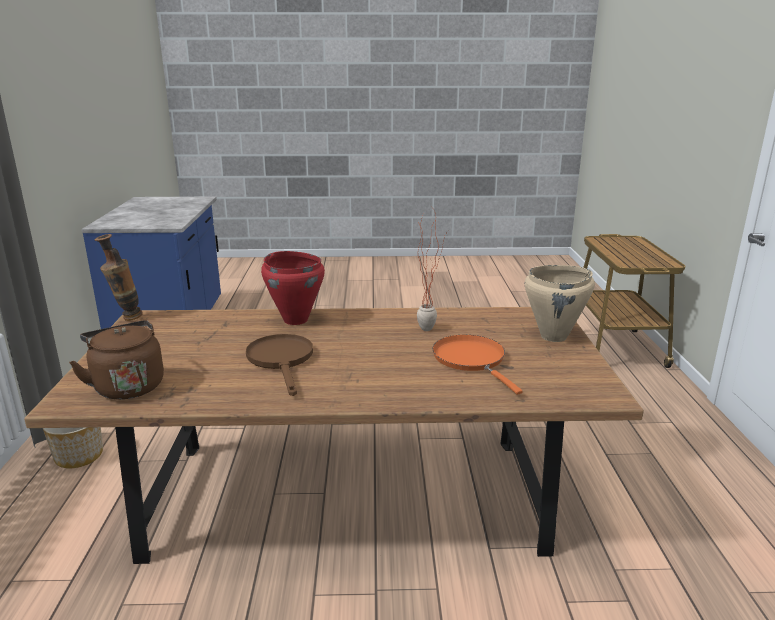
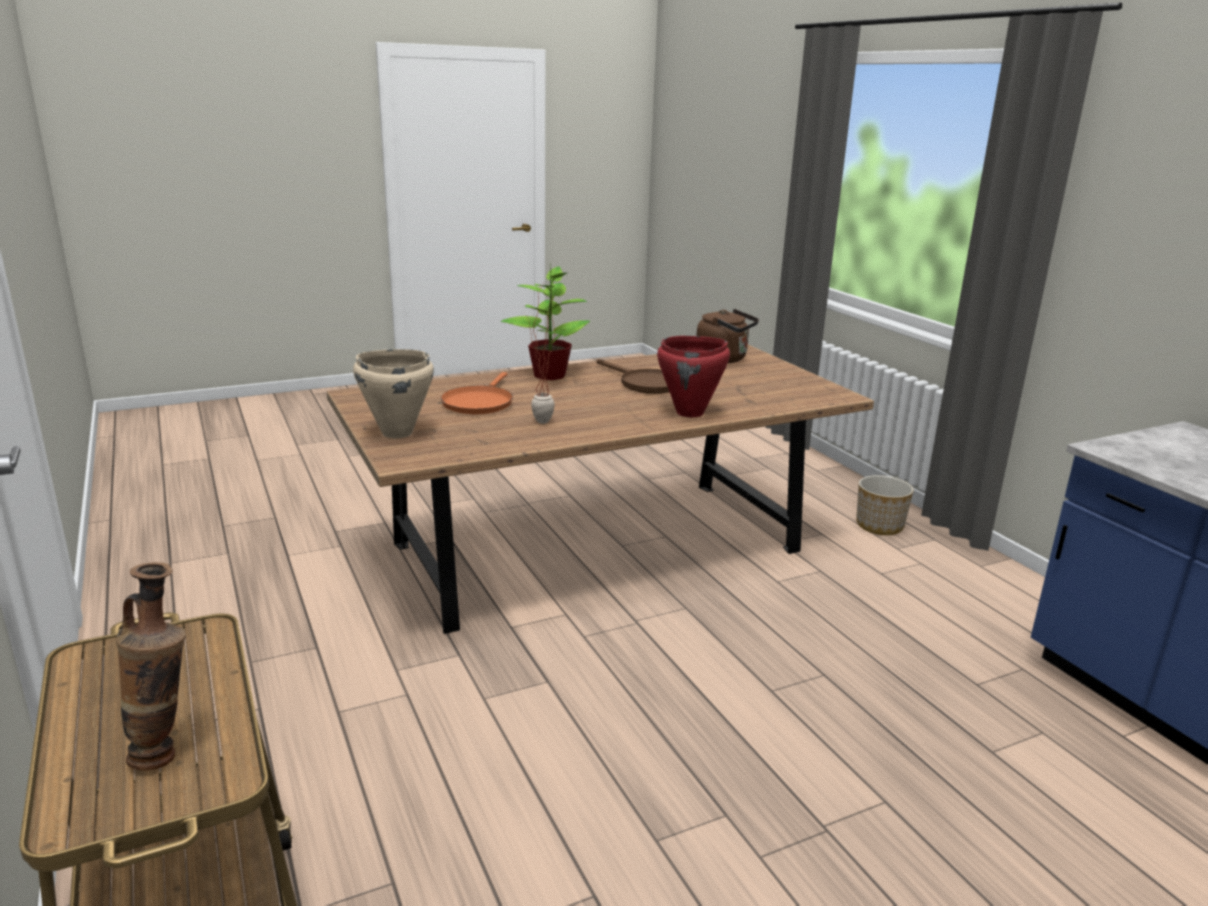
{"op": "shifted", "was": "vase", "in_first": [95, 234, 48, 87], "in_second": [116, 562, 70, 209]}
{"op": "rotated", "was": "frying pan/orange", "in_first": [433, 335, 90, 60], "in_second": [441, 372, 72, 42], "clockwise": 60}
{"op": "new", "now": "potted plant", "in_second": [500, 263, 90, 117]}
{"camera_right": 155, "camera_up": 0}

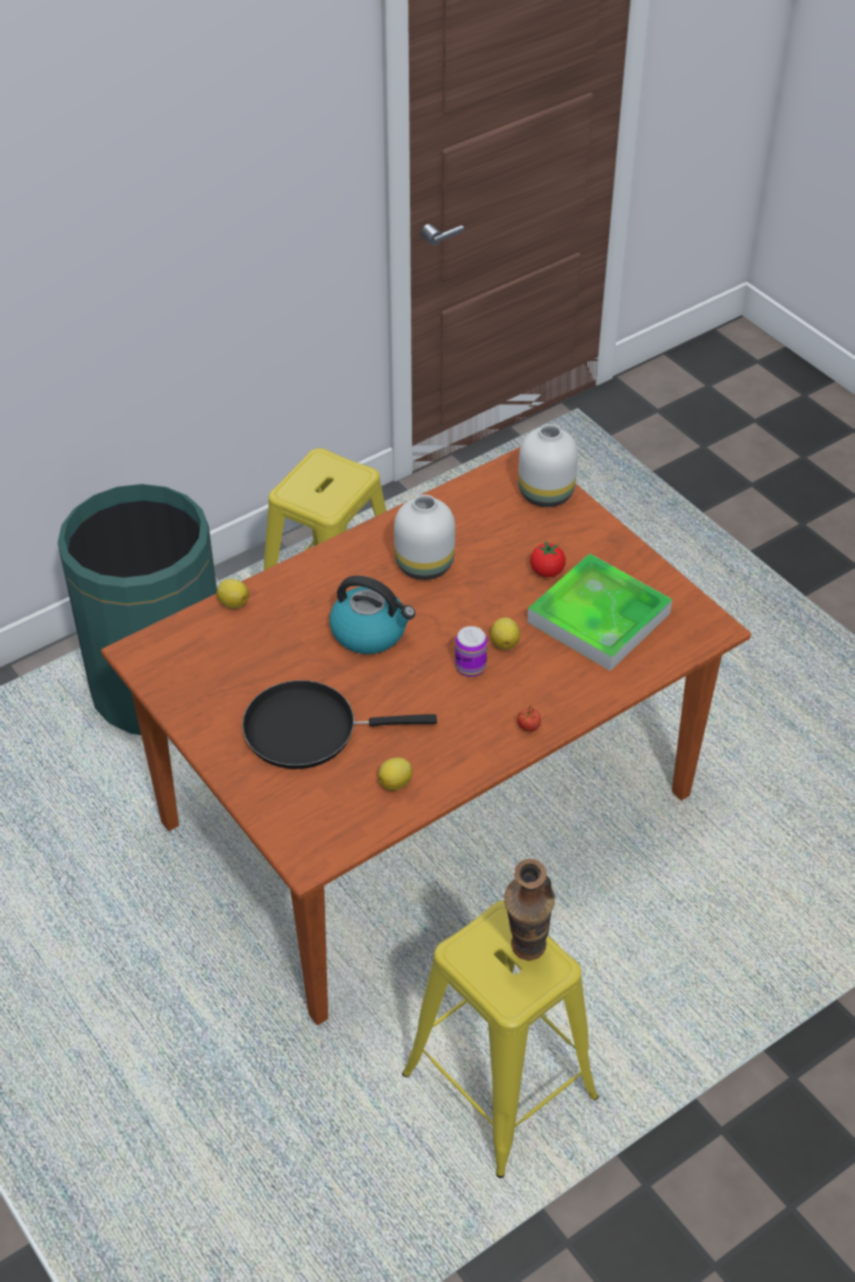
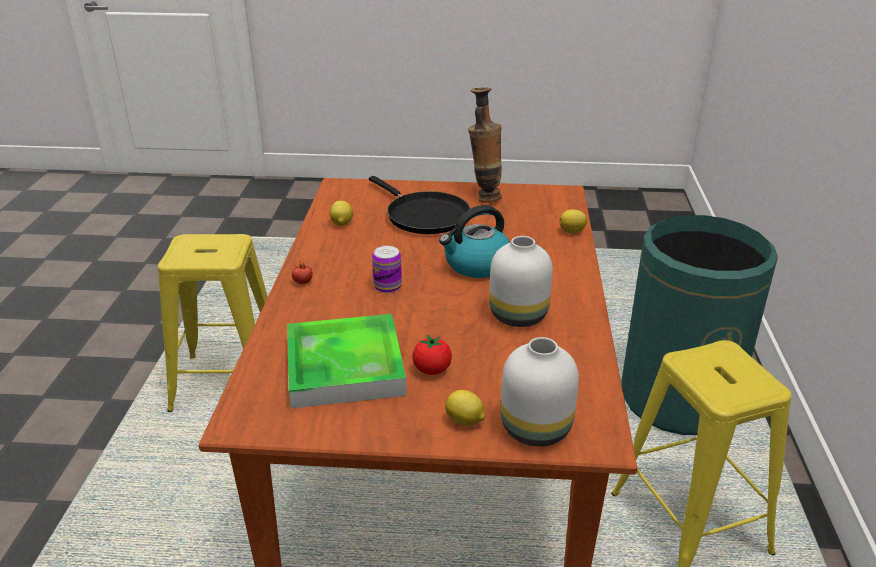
{"op": "rotated", "was": "frying pan/black", "in_first": [242, 680, 195, 89], "in_second": [369, 176, 101, 58], "clockwise": 105}
{"op": "shifted", "was": "lemon", "in_first": [491, 618, 29, 32], "in_second": [445, 390, 40, 36]}
{"op": "shifted", "was": "vase", "in_first": [504, 859, 51, 102], "in_second": [468, 87, 34, 116]}
{"camera_right": 130, "camera_up": -15}

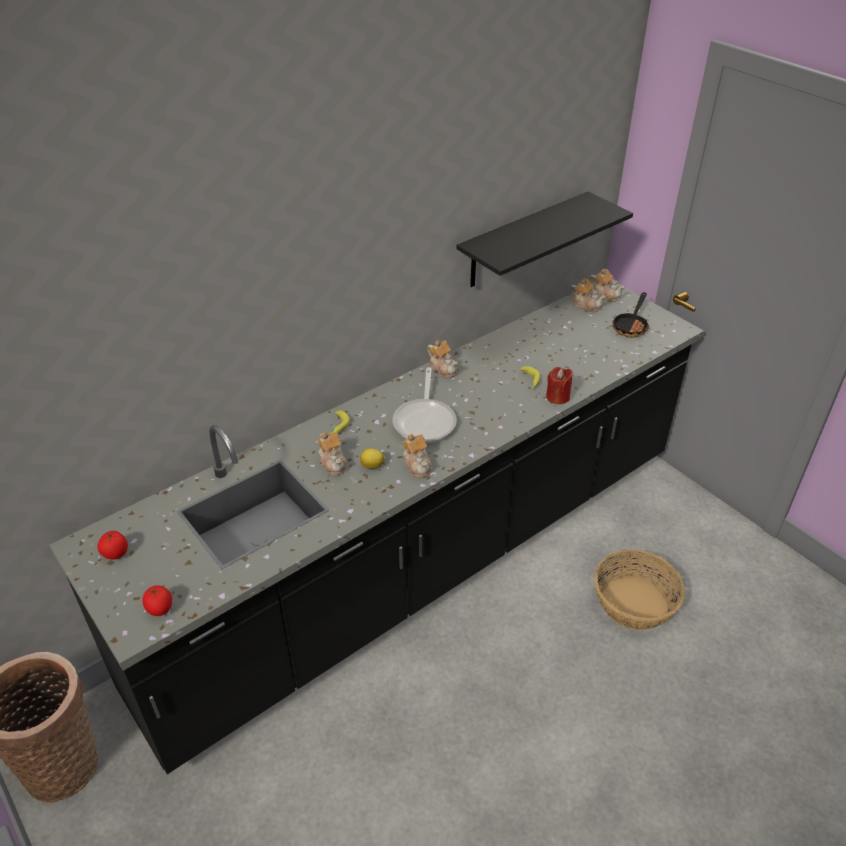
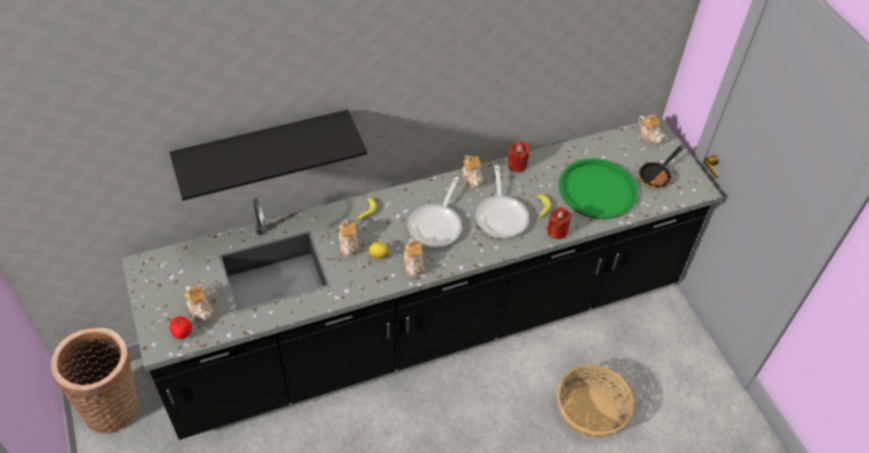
{"op": "shifted", "was": "shelf/black", "in_first": [456, 191, 177, 96], "in_second": [169, 110, 198, 91]}
{"op": "shifted", "was": "teapot", "in_first": [569, 279, 37, 33], "in_second": [184, 286, 29, 38]}
{"op": "new", "now": "frying pan", "in_second": [475, 165, 54, 73]}
{"op": "new", "now": "candle/red", "in_second": [508, 141, 21, 32]}
{"op": "new", "now": "tray/green", "in_second": [559, 158, 79, 61]}
{"op": "gone", "was": "tomato", "in_first": [97, 531, 31, 28]}
{"camera_right": 15, "camera_up": 10}

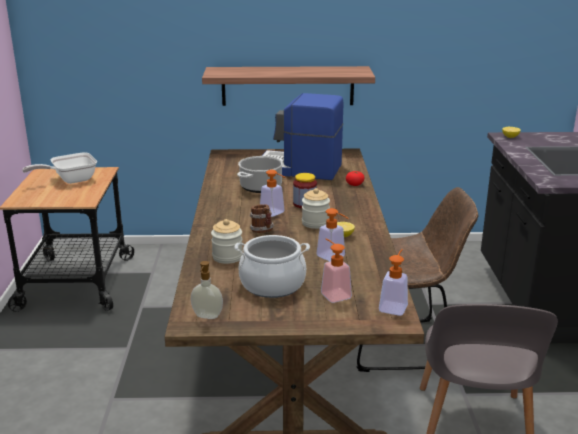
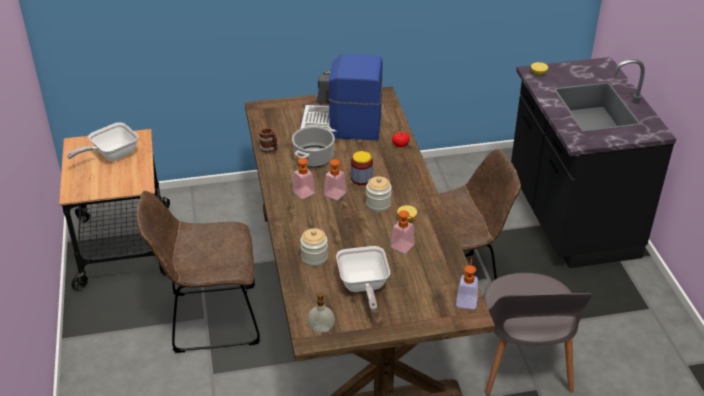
{"op": "new", "now": "chair/brown", "in_second": [136, 191, 124, 162]}
{"op": "shifted", "was": "mug", "in_first": [250, 204, 24, 29], "in_second": [259, 128, 20, 25]}
{"op": "shifted", "was": "soap dispenser", "in_first": [321, 239, 31, 64], "in_second": [293, 153, 22, 46]}
{"op": "swapped", "was": "cooking pot", "now": "frying pan", "in_first": [235, 235, 75, 63], "in_second": [336, 246, 54, 64]}
{"op": "gone", "was": "shelf", "in_first": [202, 66, 173, 40]}
{"camera_right": -10, "camera_up": 15}

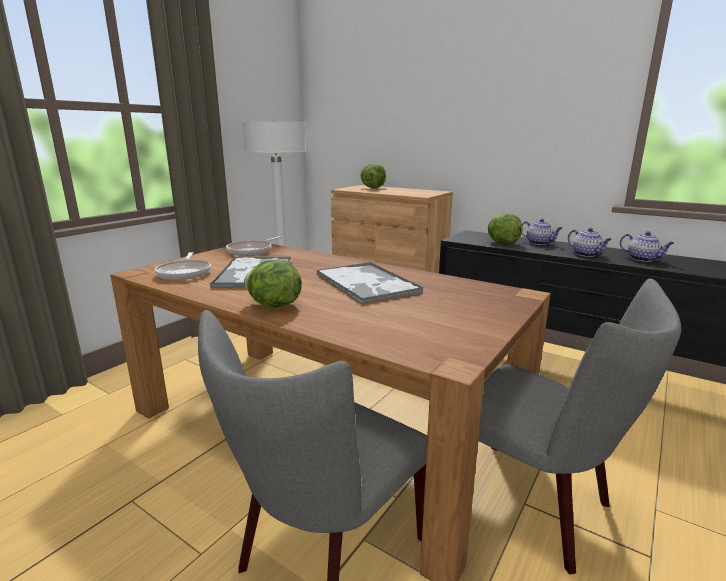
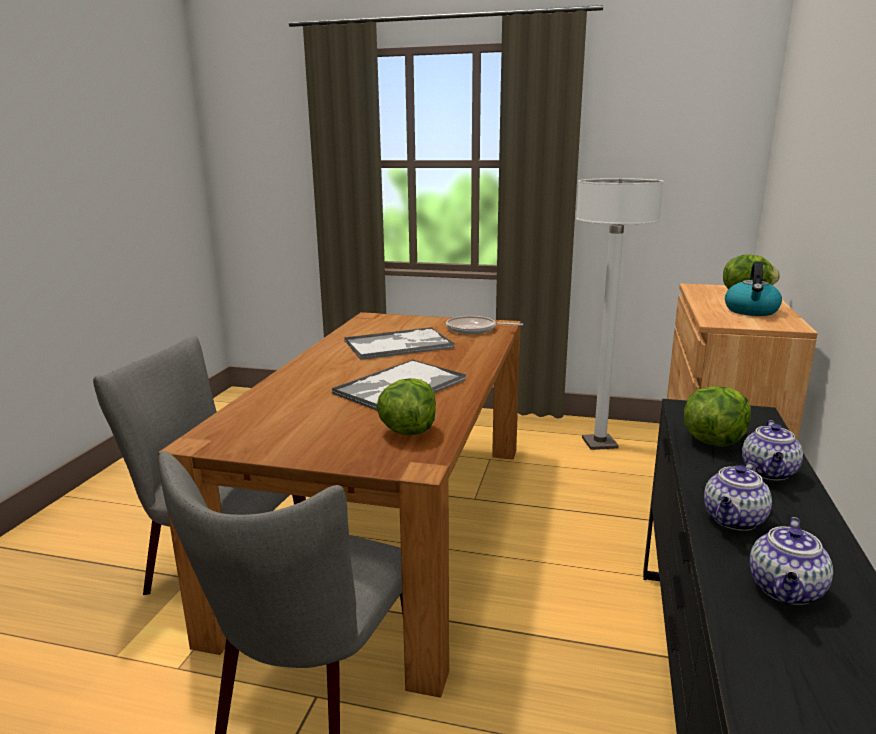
{"op": "shifted", "was": "lettuce", "in_first": [244, 260, 58, 48], "in_second": [377, 378, 59, 57]}
{"op": "new", "now": "kettle", "in_second": [725, 261, 57, 55]}
{"op": "gone", "was": "frying pan", "in_first": [154, 252, 57, 28]}
{"camera_right": 70, "camera_up": 0}

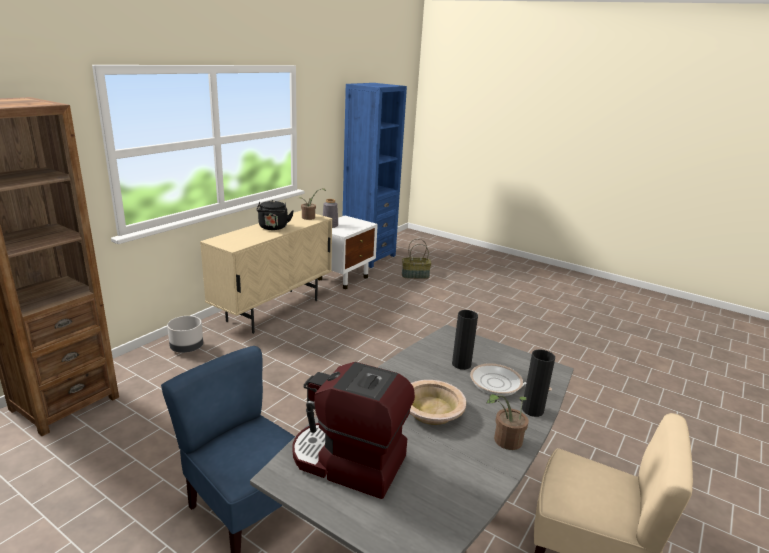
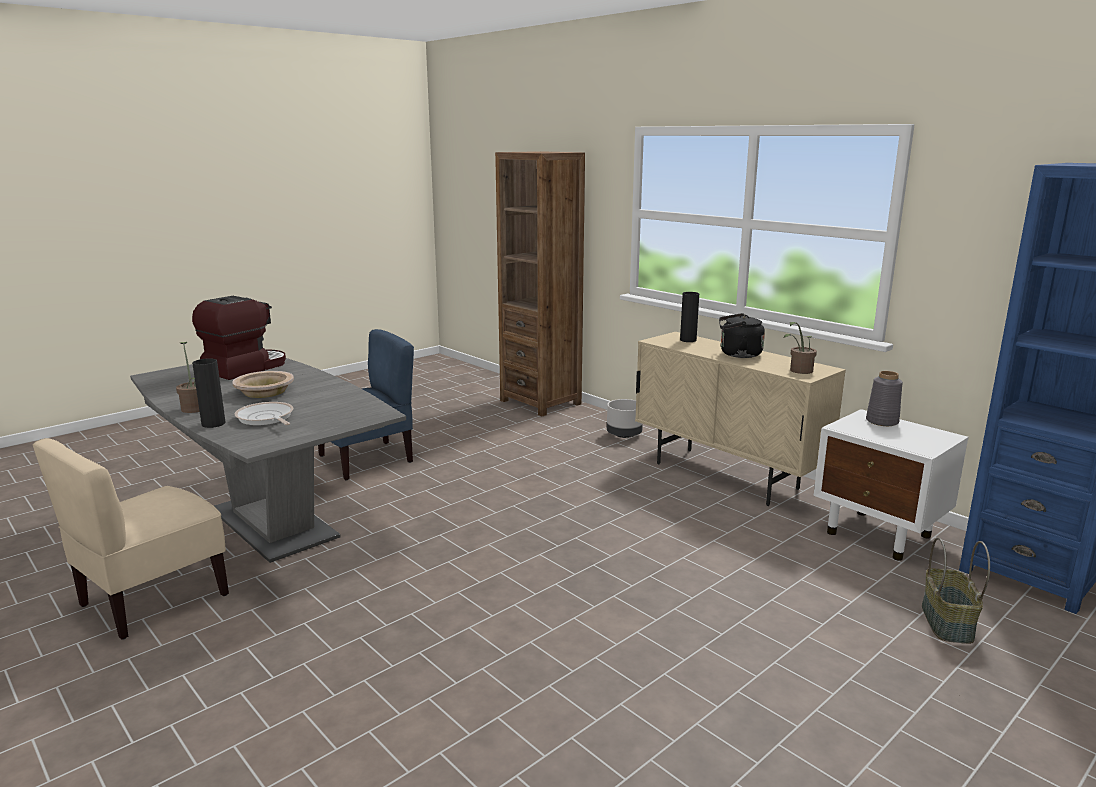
{"op": "rotated", "was": "frying pan", "in_first": [470, 363, 82, 33], "in_second": [235, 402, 58, 23], "clockwise": -75}
{"op": "shifted", "was": "vase/black", "in_first": [452, 310, 26, 60], "in_second": [680, 292, 19, 50]}
{"camera_right": 105, "camera_up": -5}

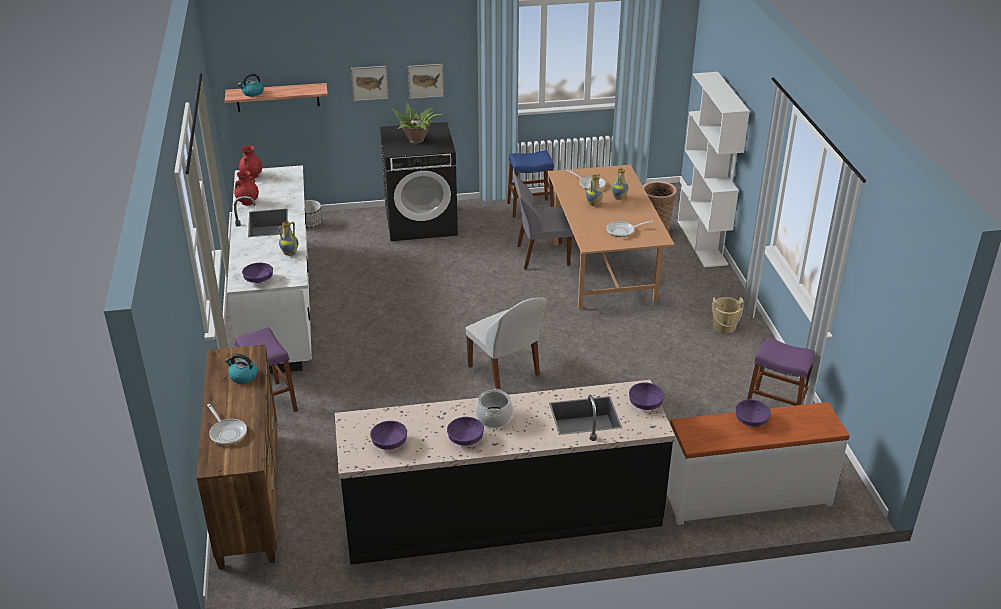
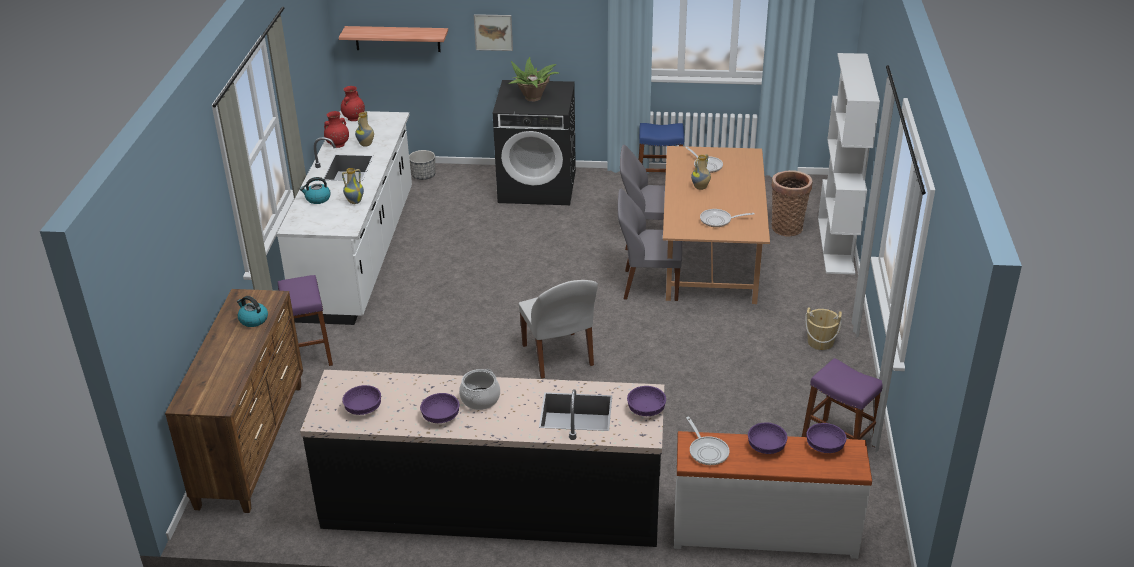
{"op": "shifted", "was": "kettle", "in_first": [238, 73, 25, 24], "in_second": [300, 177, 31, 27]}
{"op": "shifted", "was": "vase", "in_first": [611, 167, 18, 33], "in_second": [355, 111, 19, 36]}
{"op": "new", "now": "chair/grey", "in_second": [618, 189, 64, 112]}
{"op": "shifted", "was": "frying pan", "in_first": [207, 404, 40, 41], "in_second": [686, 417, 43, 48]}
{"op": "shifted", "was": "bowl/purple", "in_first": [242, 263, 31, 20], "in_second": [807, 423, 40, 30]}
{"op": "gone", "was": "picture", "in_first": [408, 64, 36, 35]}
{"camera_right": 15, "camera_up": 0}

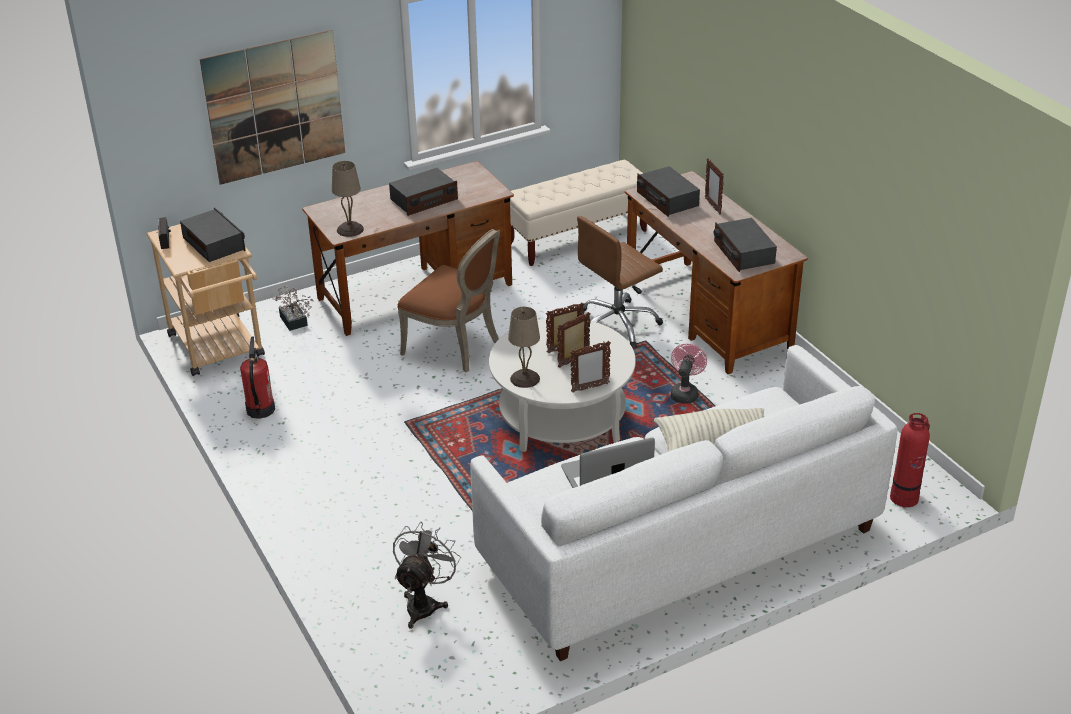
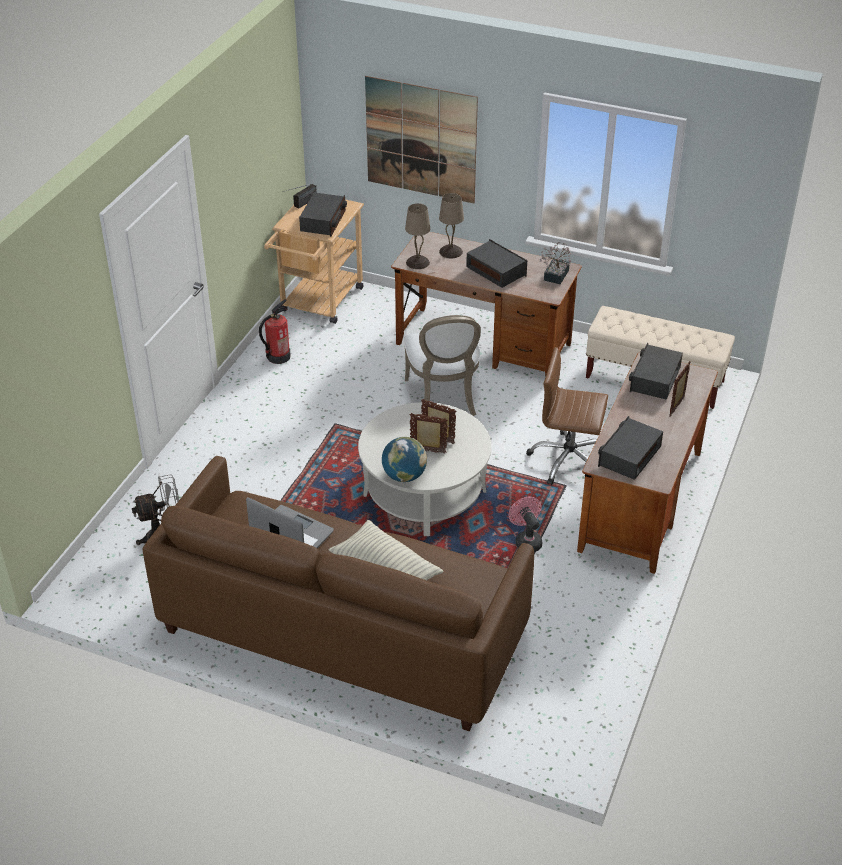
{"op": "repainted", "was": "sofa/white", "now": "sofa/brown", "in_first": [470, 345, 427, 316], "in_second": [143, 456, 391, 275]}
{"op": "swapped", "was": "picture frame", "now": "globe", "in_first": [570, 341, 41, 52], "in_second": [382, 437, 45, 45]}
{"op": "repainted", "was": "chair/brown", "now": "chair/white", "in_first": [397, 229, 103, 143], "in_second": [404, 315, 77, 101]}
{"op": "shifted", "was": "table lamp/beige", "in_first": [508, 307, 32, 81], "in_second": [439, 193, 25, 65]}
{"op": "rotated", "was": "radio", "in_first": [389, 168, 69, 48], "in_second": [466, 239, 61, 49], "clockwise": -150}
{"op": "rotated", "was": "fan/pink", "in_first": [671, 344, 36, 60], "in_second": [509, 497, 33, 55], "clockwise": -90}
{"op": "shifted", "was": "potted plant", "in_first": [272, 286, 41, 45], "in_second": [539, 242, 32, 42]}
{"op": "gone", "was": "fire extinguisher", "in_first": [890, 413, 40, 94]}
{"camera_right": 50, "camera_up": 5}

